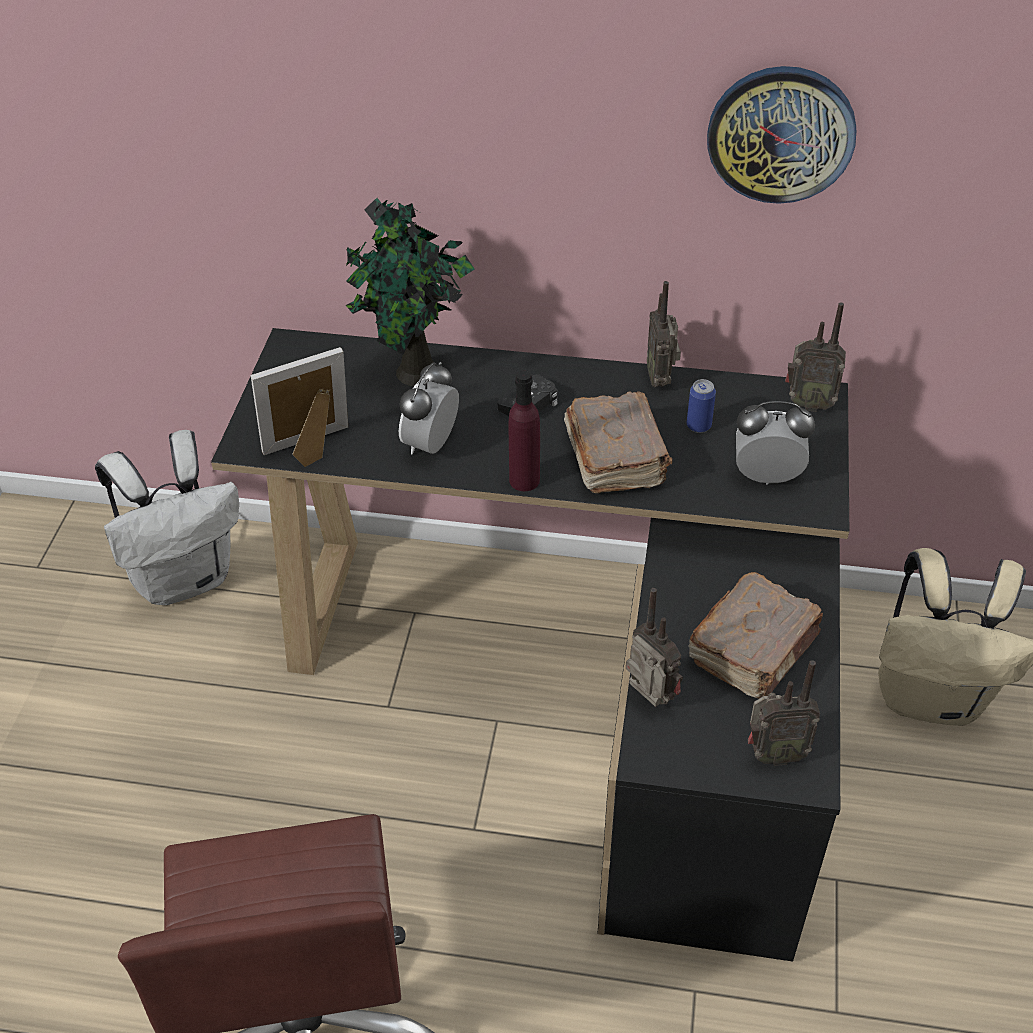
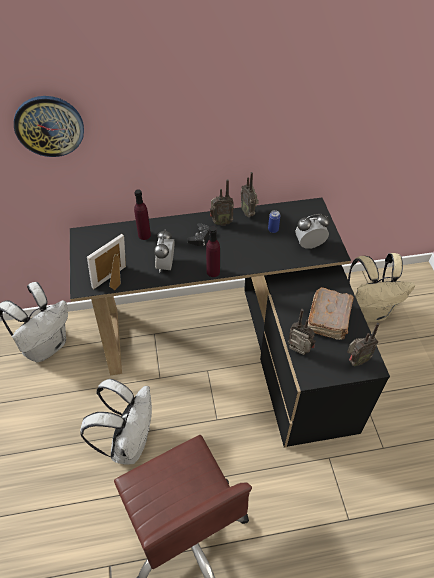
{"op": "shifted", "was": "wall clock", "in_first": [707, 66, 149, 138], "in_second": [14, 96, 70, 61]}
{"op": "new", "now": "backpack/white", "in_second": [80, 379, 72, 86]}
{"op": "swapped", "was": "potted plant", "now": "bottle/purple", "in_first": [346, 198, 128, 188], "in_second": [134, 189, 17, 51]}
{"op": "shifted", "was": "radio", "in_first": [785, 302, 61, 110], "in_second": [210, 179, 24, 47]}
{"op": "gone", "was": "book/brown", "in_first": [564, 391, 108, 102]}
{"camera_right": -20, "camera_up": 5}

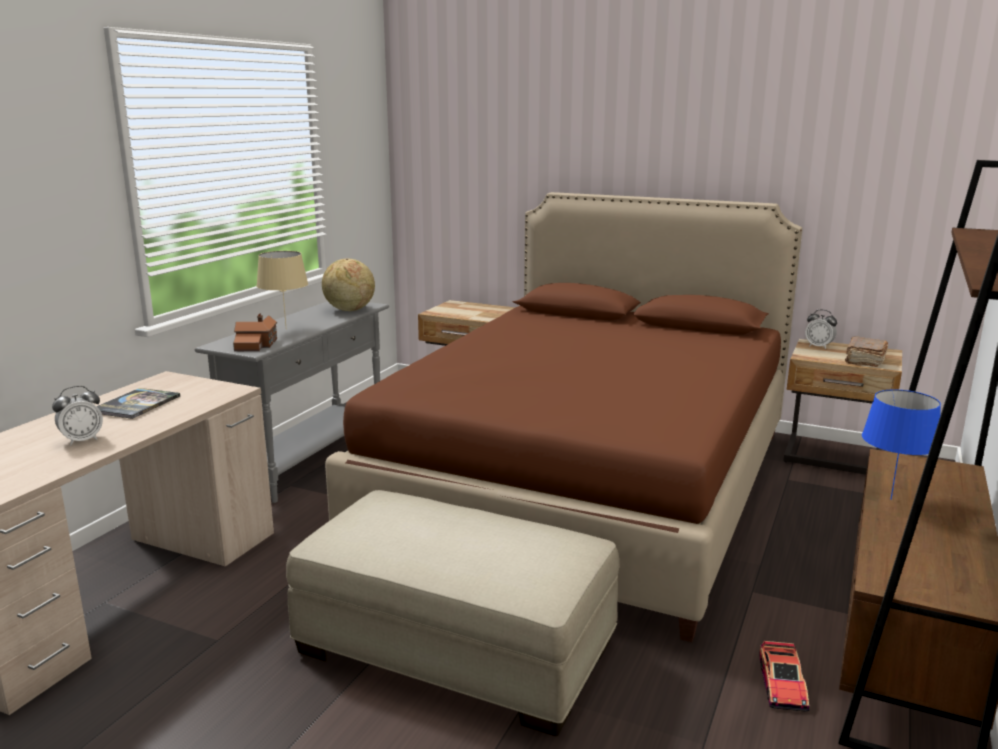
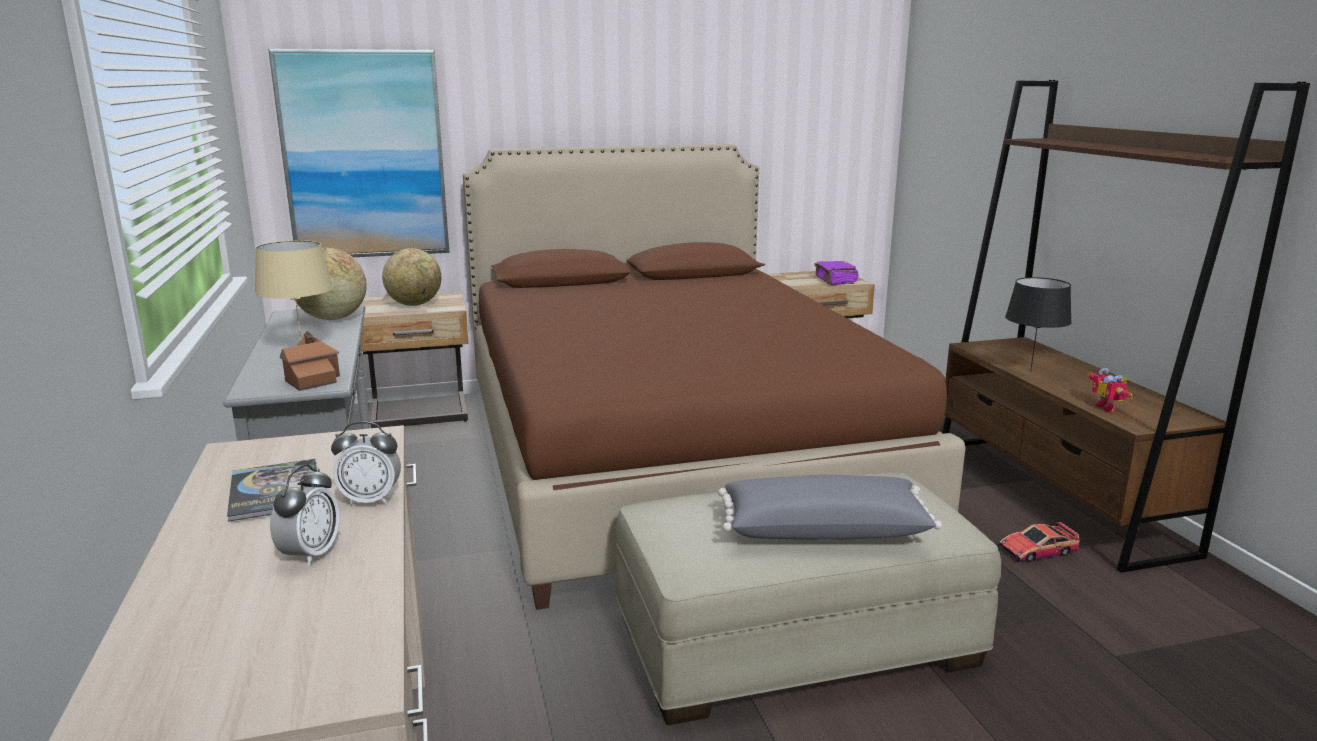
{"op": "new", "now": "picture", "in_second": [268, 49, 182, 208]}
{"op": "shifted", "was": "alarm clock", "in_first": [805, 309, 32, 40], "in_second": [331, 422, 70, 84]}
{"op": "new", "now": "globe", "in_second": [382, 248, 60, 58]}
{"op": "new", "now": "pillow/grey", "in_second": [718, 475, 224, 65]}
{"op": "repainted", "was": "book/brown", "now": "book/purple", "in_first": [845, 337, 43, 30], "in_second": [814, 261, 45, 24]}
{"op": "rotated", "was": "toy car", "in_first": [759, 641, 50, 71], "in_second": [998, 522, 82, 40], "clockwise": 105}
{"op": "repainted", "was": "table lamp/blue", "now": "table lamp/black", "in_first": [862, 389, 79, 111], "in_second": [1005, 277, 67, 96]}
{"op": "new", "now": "toy robot", "in_second": [1088, 368, 45, 44]}
{"camera_right": -40, "camera_up": 0}

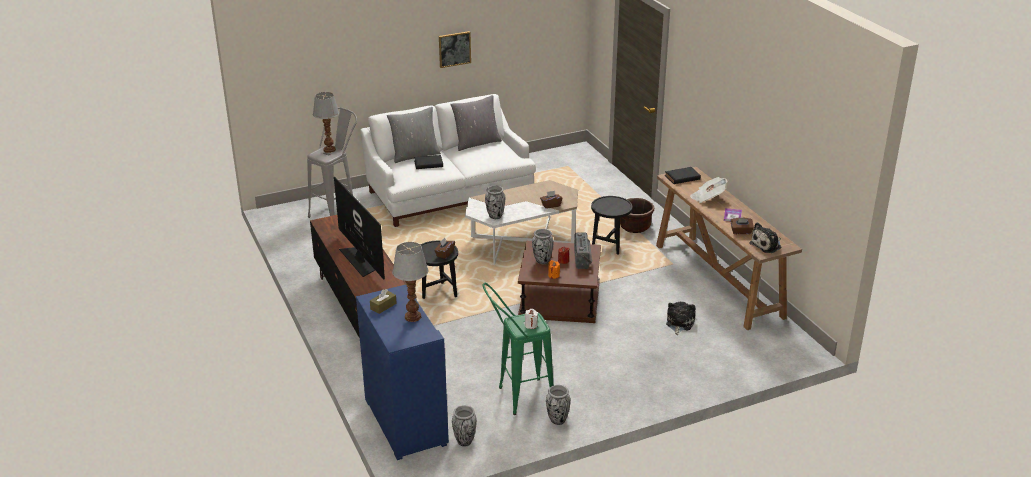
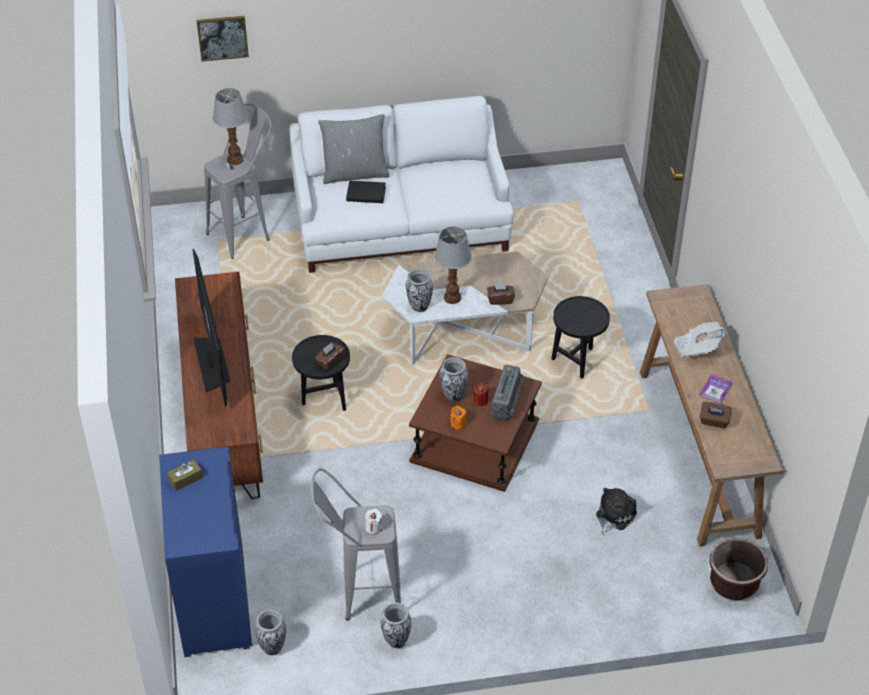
{"op": "shifted", "was": "picture", "in_first": [439, 31, 32, 37], "in_second": [197, 16, 52, 46]}
{"op": "repainted", "was": "stool/green", "now": "stool/grey", "in_first": [483, 283, 70, 132], "in_second": [311, 468, 90, 152]}
{"op": "shifted", "was": "table lamp", "in_first": [392, 242, 36, 80], "in_second": [434, 227, 38, 77]}
{"op": "shifted", "was": "planter/brown", "in_first": [620, 198, 34, 35], "in_second": [709, 538, 59, 62]}
{"op": "gone", "was": "pillow/grey", "in_first": [450, 95, 52, 56]}
{"op": "gone", "was": "book/black", "in_first": [665, 167, 36, 17]}
{"op": "gone", "was": "plush toy", "in_first": [749, 222, 32, 31]}
{"camera_right": 15, "camera_up": 15}

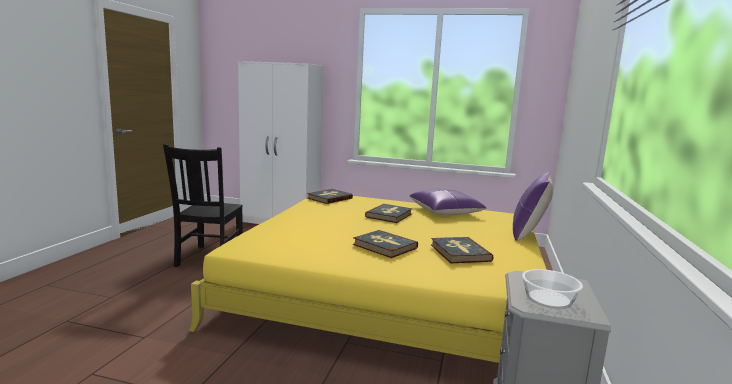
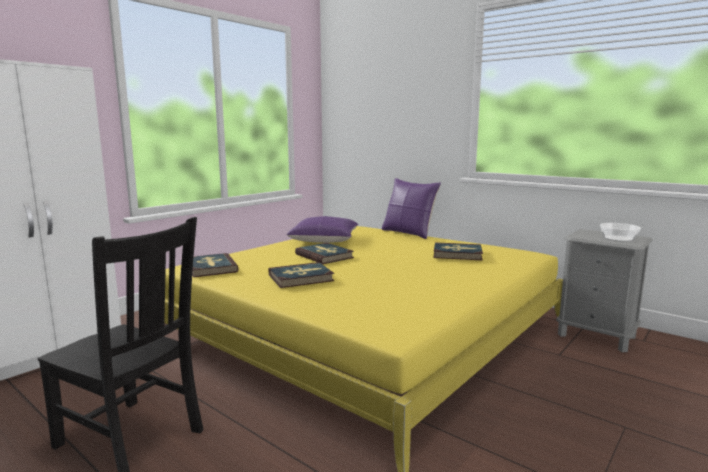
{"op": "shifted", "was": "book", "in_first": [353, 230, 65, 28], "in_second": [269, 262, 65, 26]}
{"camera_right": -65, "camera_up": 0}

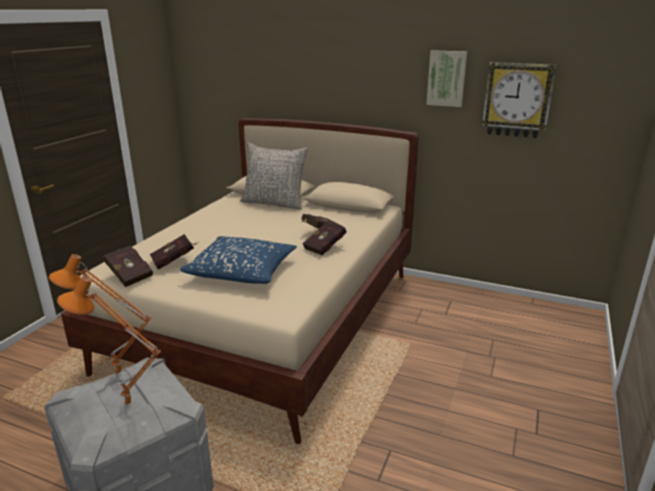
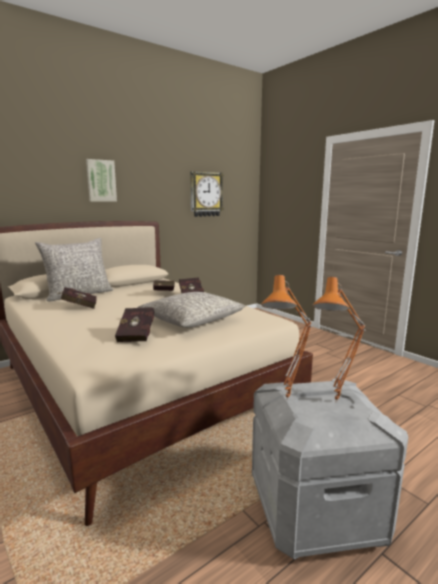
{"op": "shifted", "was": "book/red", "in_first": [103, 245, 50, 42], "in_second": [57, 287, 40, 22]}
{"op": "shifted", "was": "picture", "in_first": [426, 50, 42, 57], "in_second": [86, 159, 31, 43]}
{"op": "repainted", "was": "pillow/blue", "now": "pillow/grey", "in_first": [180, 236, 117, 48], "in_second": [137, 292, 108, 36]}
{"camera_right": -60, "camera_up": -10}

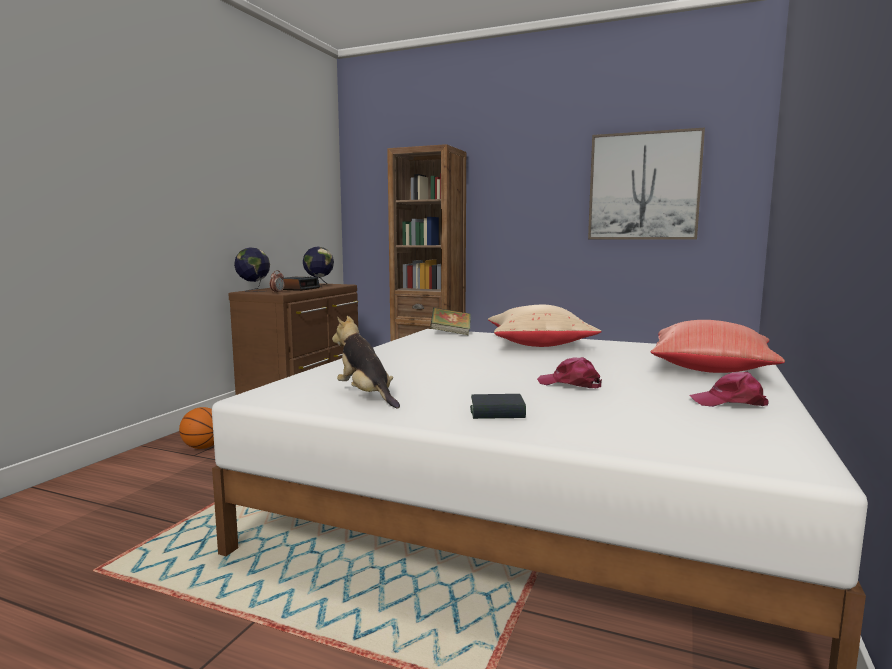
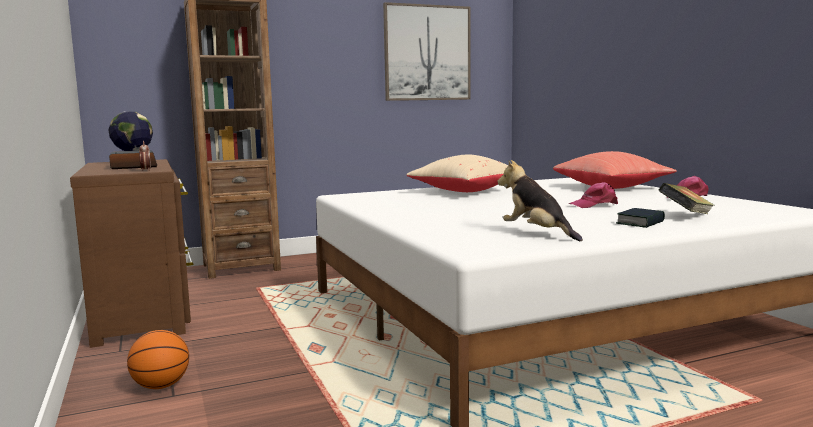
{"op": "rotated", "was": "plush toy", "in_first": [332, 316, 68, 92], "in_second": [498, 160, 85, 81], "clockwise": 45}
{"op": "shifted", "was": "book", "in_first": [430, 307, 41, 28], "in_second": [658, 183, 56, 31]}
{"op": "gone", "was": "globe", "in_first": [234, 247, 36, 45]}
{"camera_right": -45, "camera_up": 0}

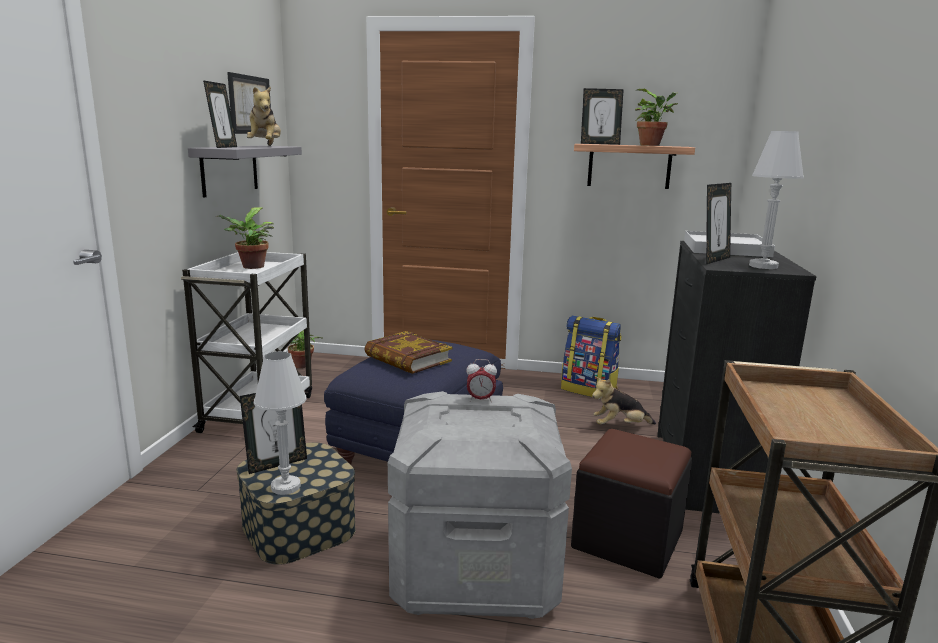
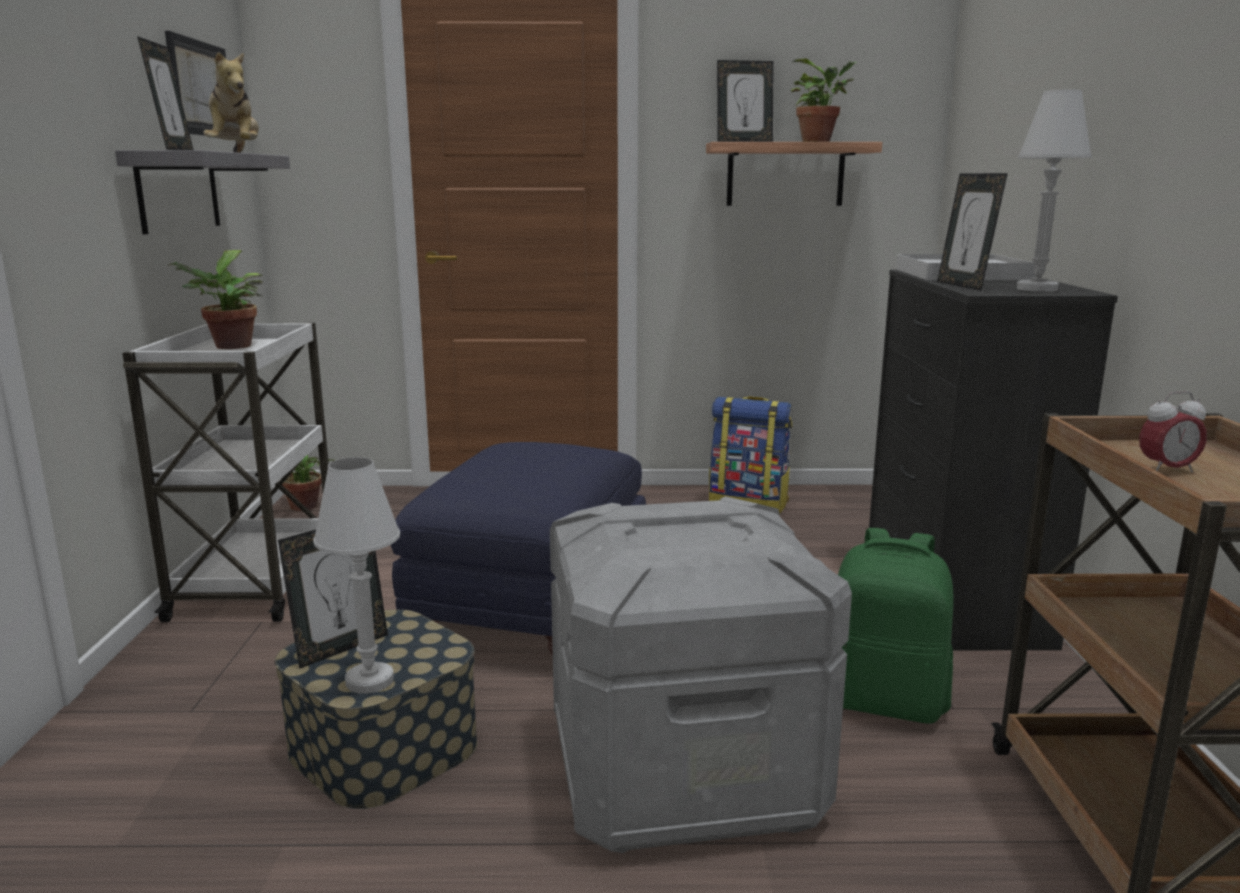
{"op": "swapped", "was": "ottoman/black", "now": "backpack/green", "in_first": [571, 429, 121, 150], "in_second": [838, 528, 116, 196]}
{"op": "rotated", "was": "picture frame", "in_first": [706, 183, 25, 81], "in_second": [937, 173, 71, 118], "clockwise": 135}
{"op": "shifted", "was": "alarm clock", "in_first": [466, 359, 31, 44], "in_second": [1139, 392, 68, 80]}
{"op": "gone", "was": "book", "in_first": [364, 331, 88, 43]}
{"op": "gone", "was": "plush toy", "in_first": [592, 376, 64, 49]}
{"camera_right": -10, "camera_up": 0}

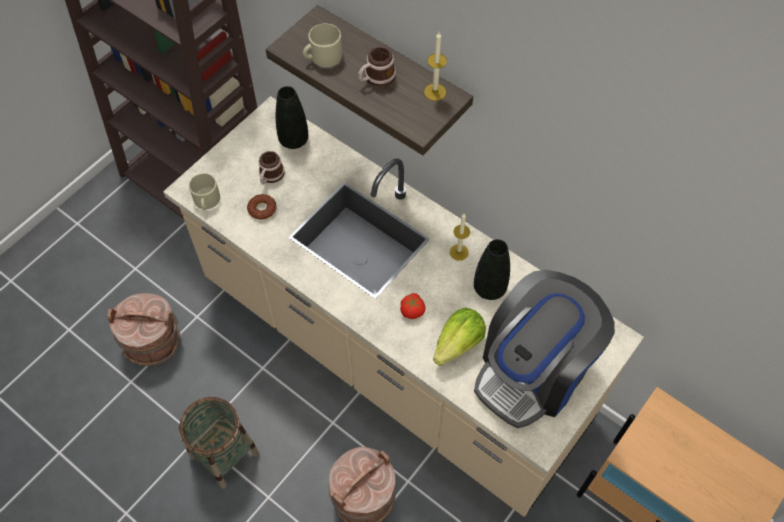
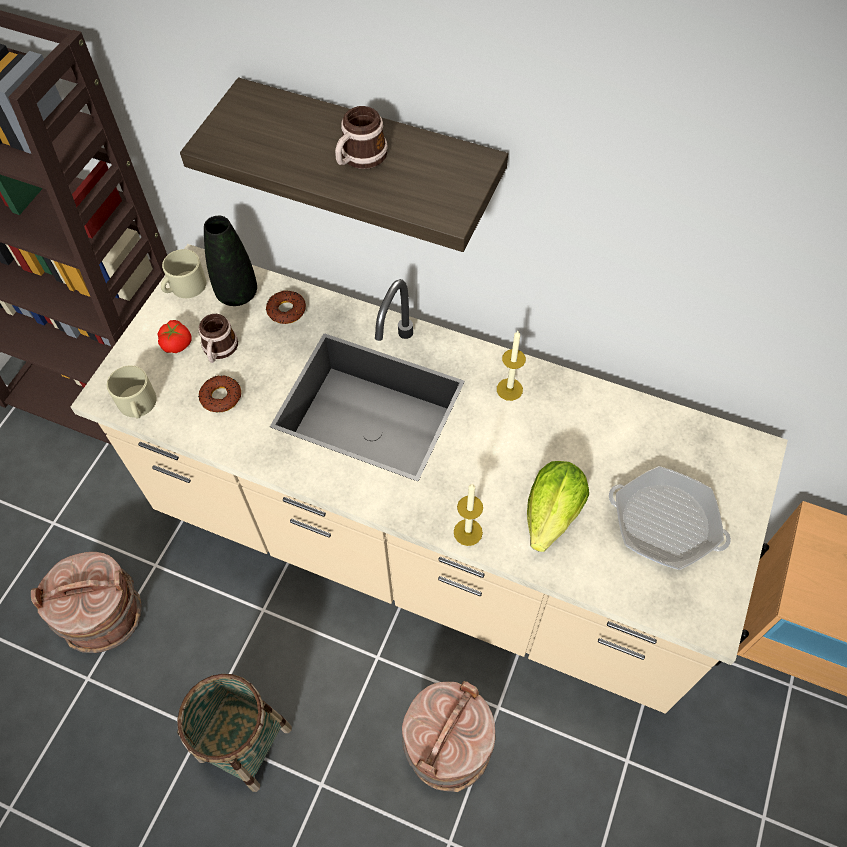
{"op": "shifted", "was": "tomato", "in_first": [400, 293, 26, 26], "in_second": [158, 320, 34, 33]}
{"op": "shifted", "was": "mug/beige", "in_first": [303, 23, 39, 44], "in_second": [161, 249, 45, 49]}
{"op": "new", "now": "donut", "in_second": [266, 290, 40, 34]}
{"op": "shifted", "was": "candle", "in_first": [424, 32, 23, 69], "in_second": [454, 484, 29, 62]}
{"op": "swapped", "was": "coffee machine", "now": "frying pan", "in_first": [474, 270, 141, 158], "in_second": [609, 466, 122, 104]}
{"op": "gone", "was": "vase/black", "in_first": [474, 239, 36, 61]}
{"camera_right": -15, "camera_up": 0}

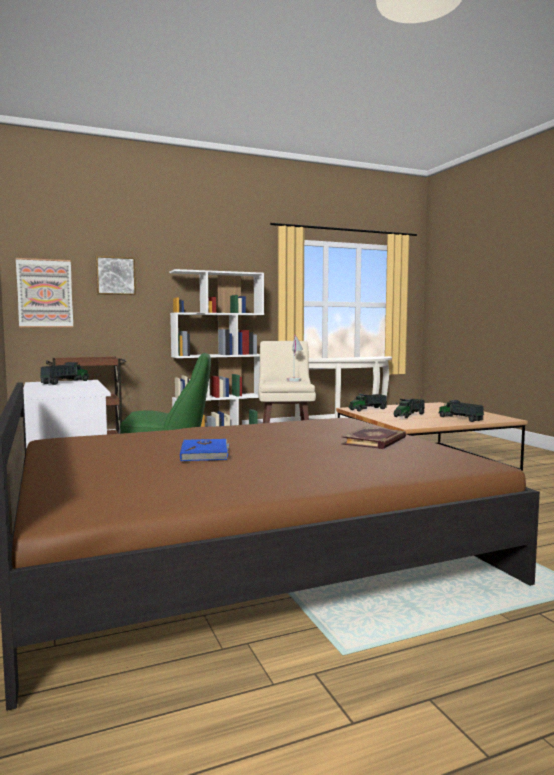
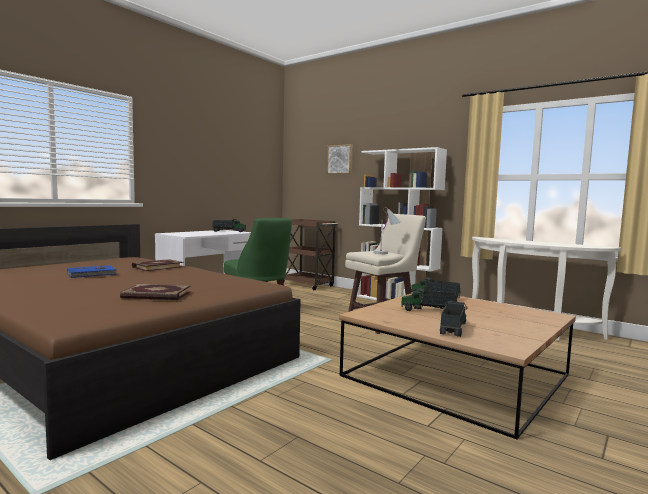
{"op": "new", "now": "book", "in_second": [132, 259, 51, 12]}
{"op": "gone", "was": "picture", "in_first": [16, 258, 57, 69]}
{"camera_right": 60, "camera_up": 0}

